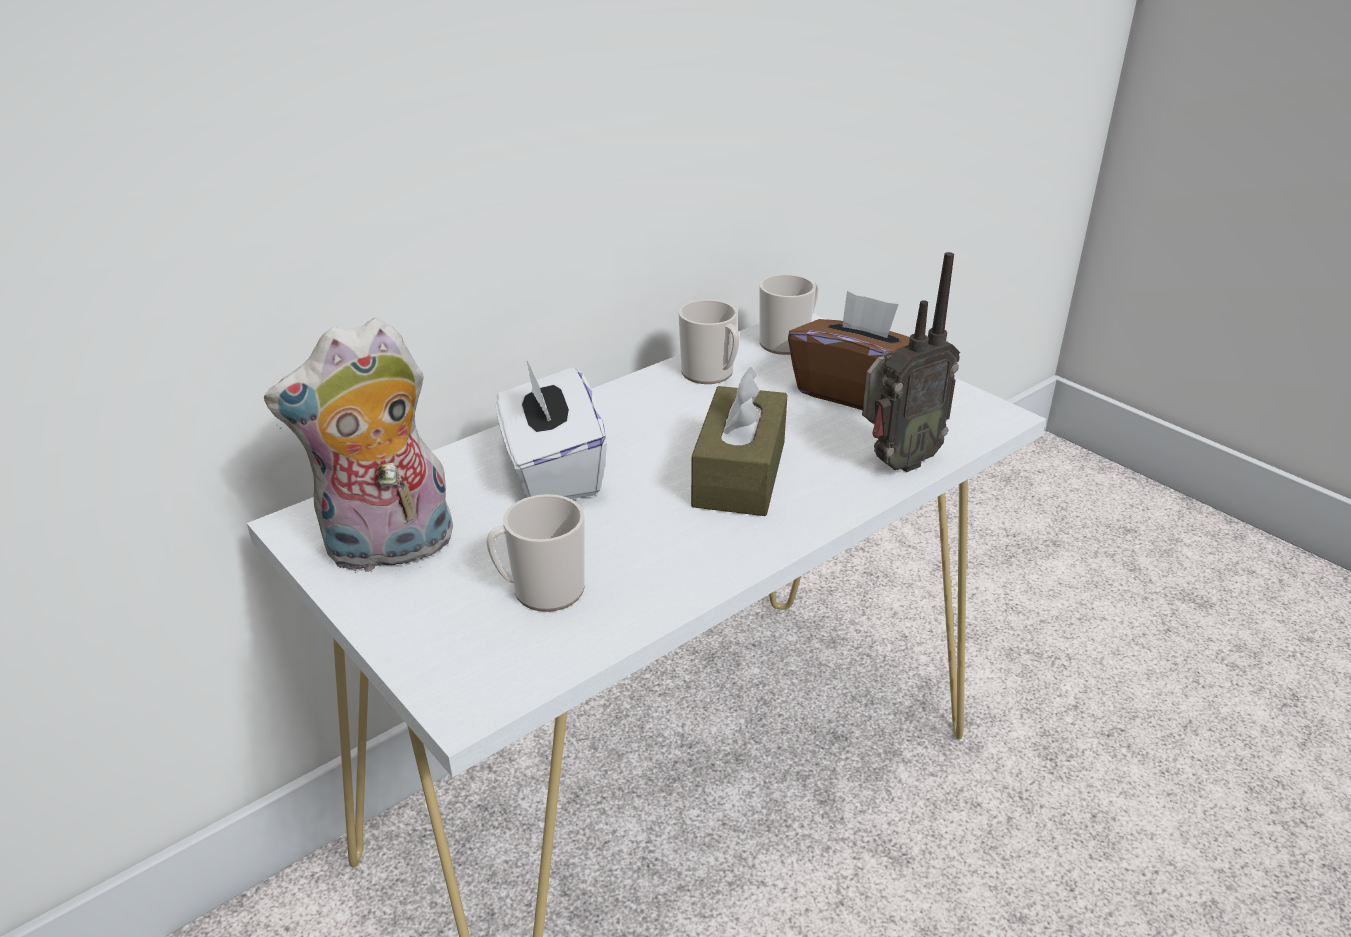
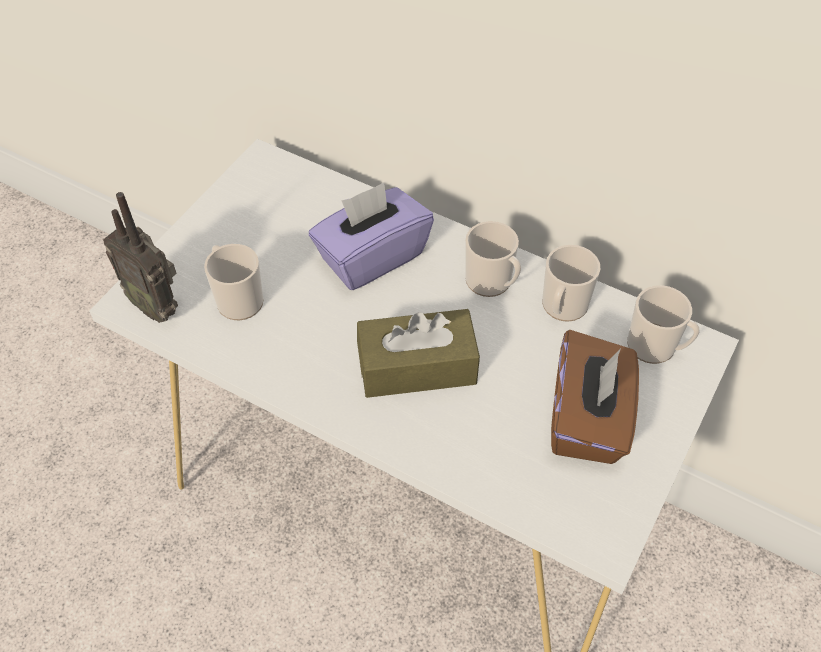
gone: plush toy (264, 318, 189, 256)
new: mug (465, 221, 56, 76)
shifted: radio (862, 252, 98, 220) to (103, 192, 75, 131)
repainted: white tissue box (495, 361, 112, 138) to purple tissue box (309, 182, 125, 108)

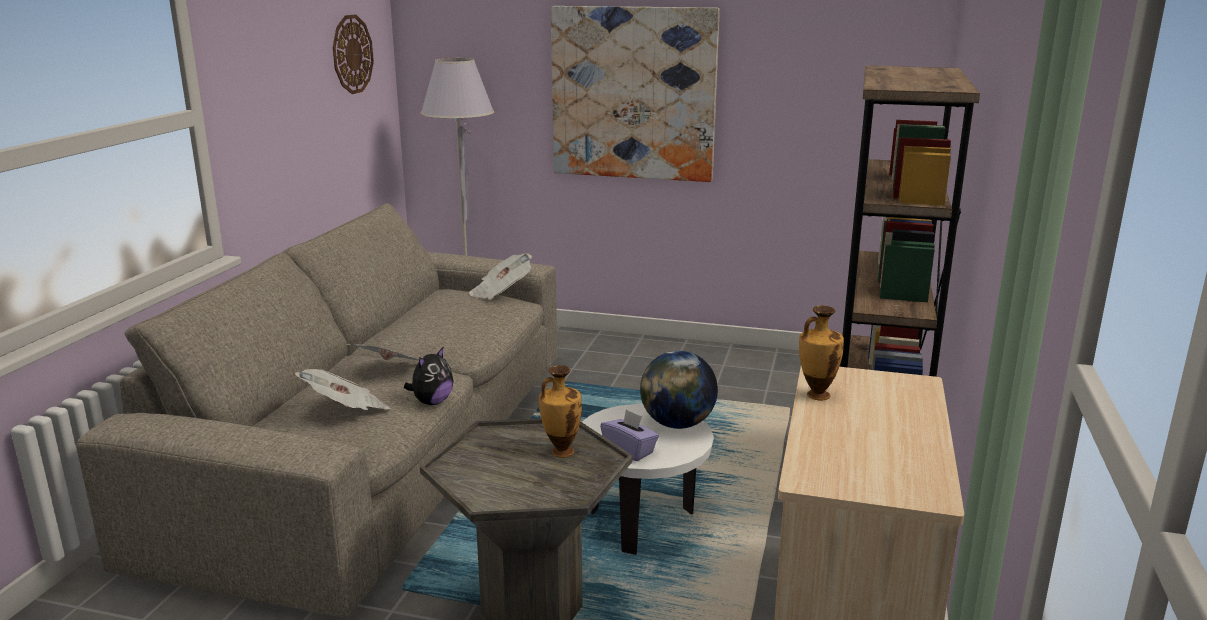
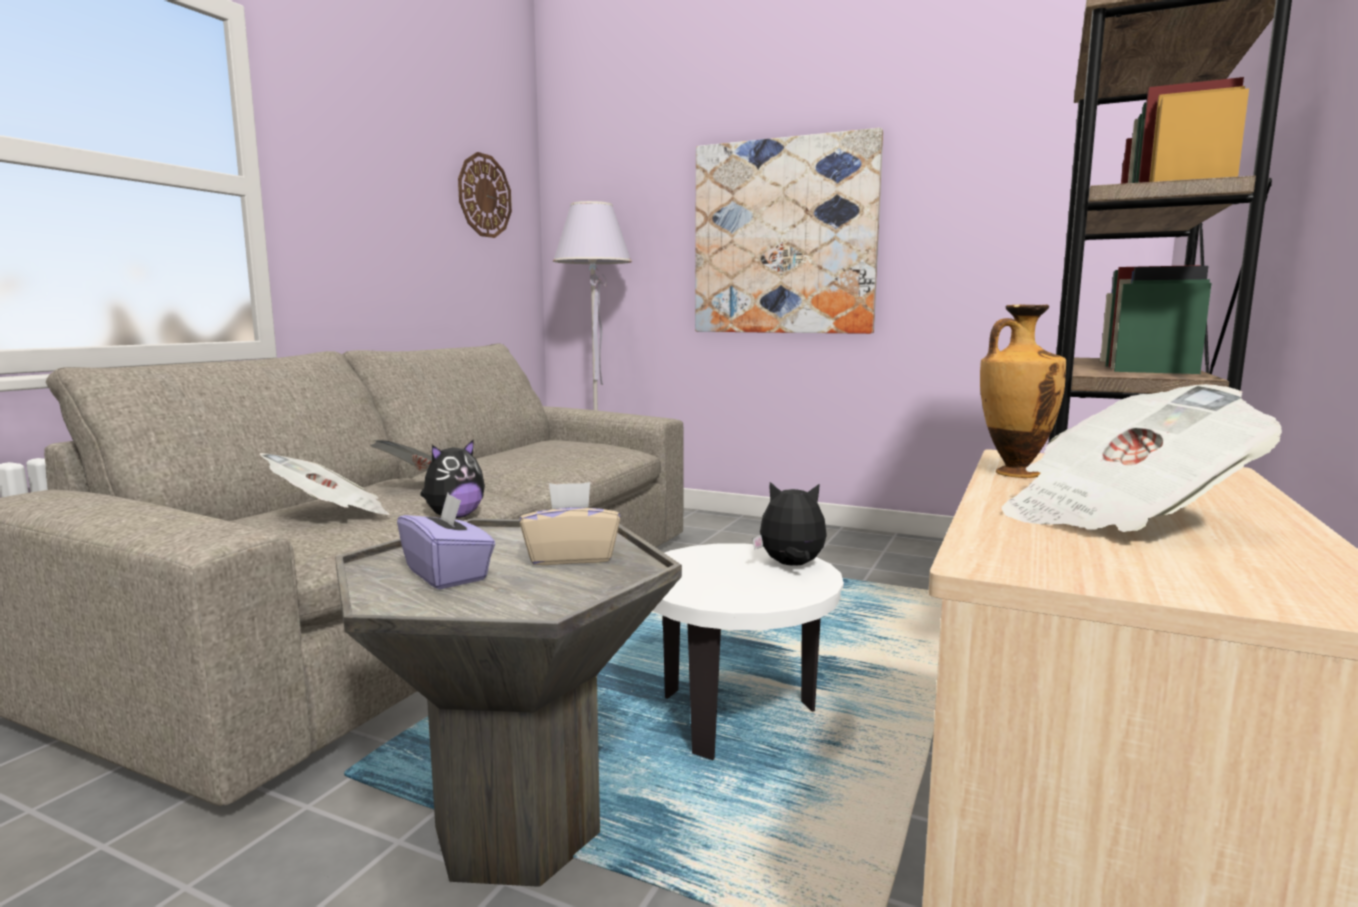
shifted: newspaper (469, 253, 63, 46) to (1001, 384, 281, 148); purple tissue box (600, 409, 59, 52) to (397, 492, 98, 97)
swapped: vase (539, 365, 43, 93) to beige tissue box (520, 482, 100, 83); globe (640, 351, 78, 78) to plush toy (752, 482, 75, 84)

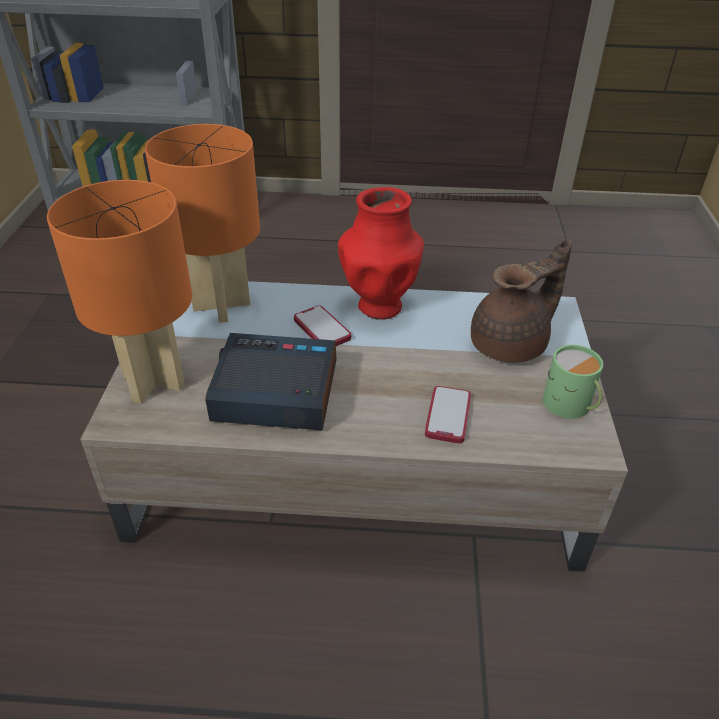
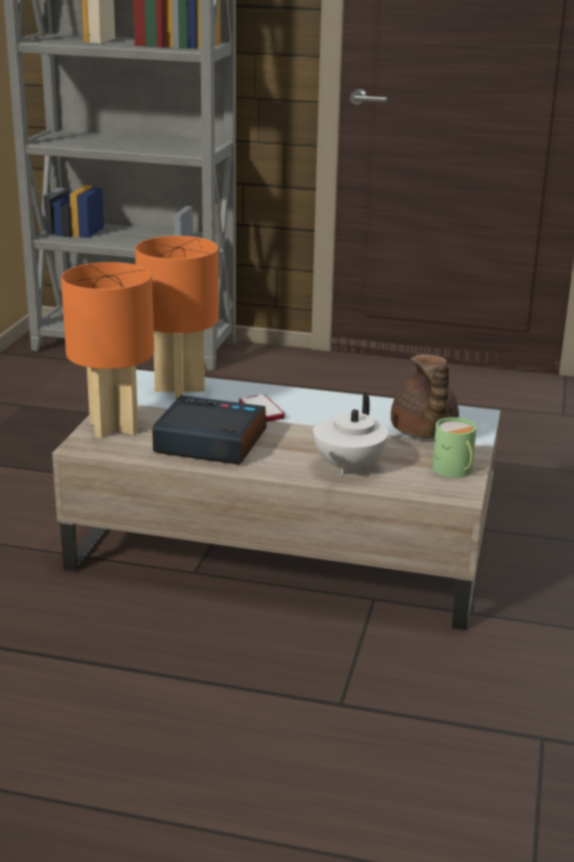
gone: red vase (338, 187, 86, 133)
swapped: phone (425, 386, 46, 57) to white teapot (313, 392, 75, 83)
rotated: brown teapot (471, 238, 101, 125) = (391, 354, 68, 84) 105 degrees clockwise

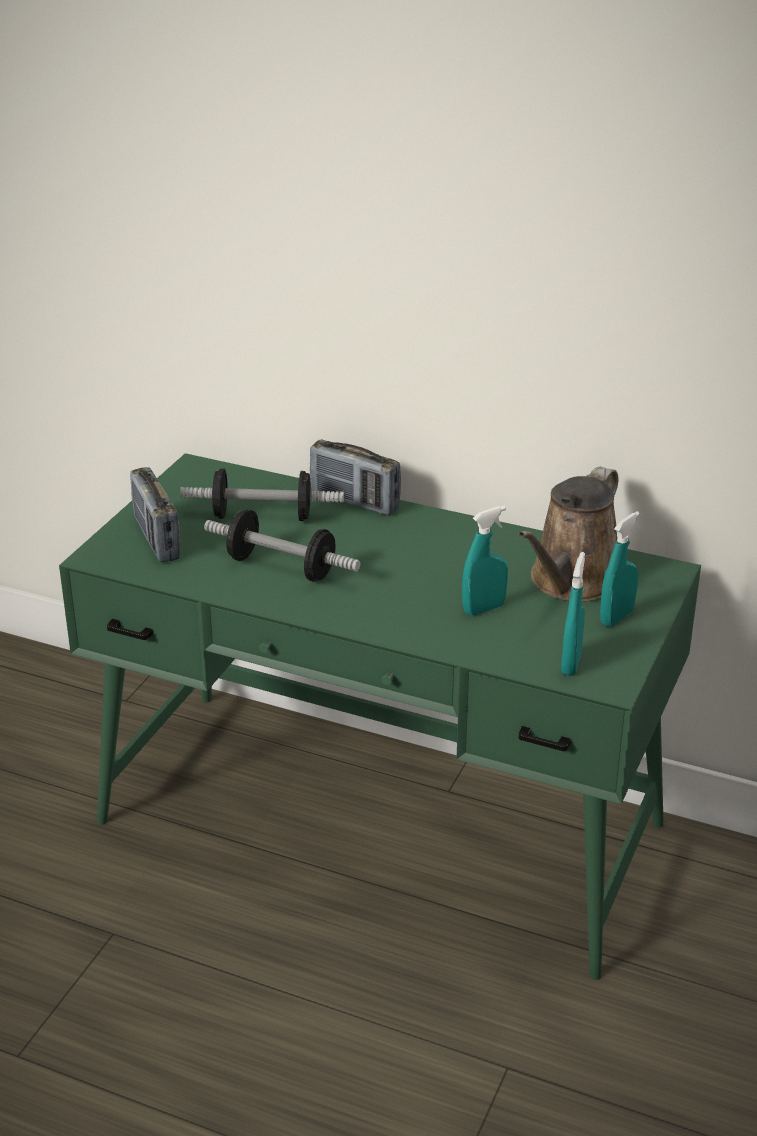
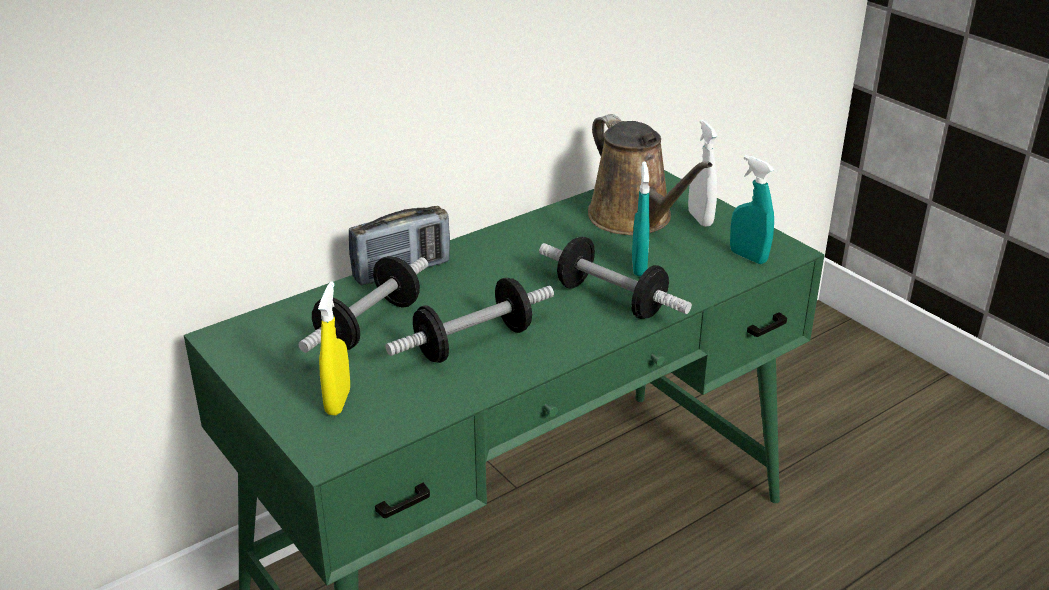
new: dumbbell (539, 237, 153, 82)
swapped: radio (130, 467, 50, 95) to yellow spray bottle (318, 282, 32, 133)
repainted: turquoise spray bottle (600, 511, 40, 116) to white spray bottle (688, 119, 29, 108)

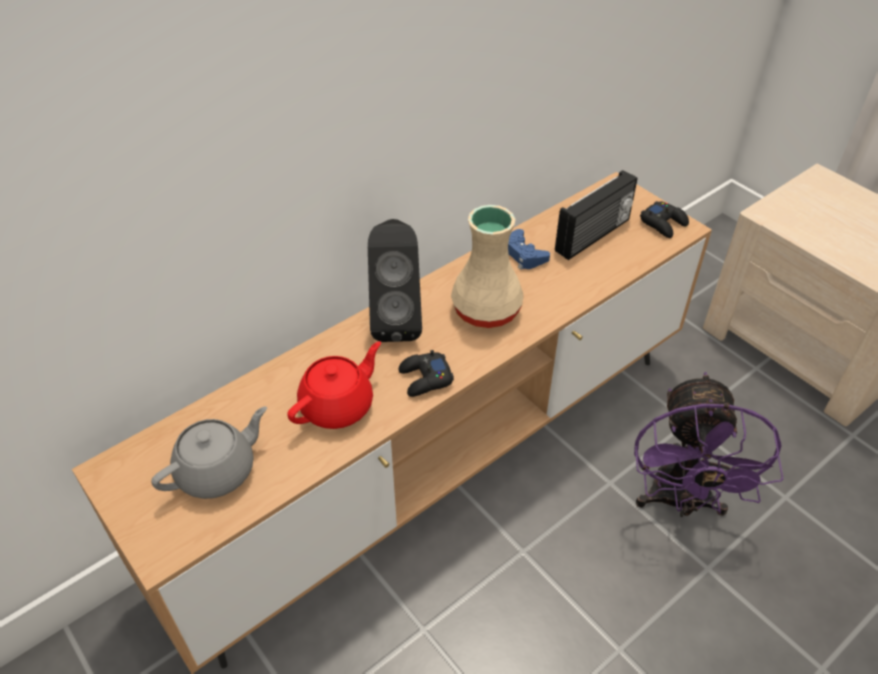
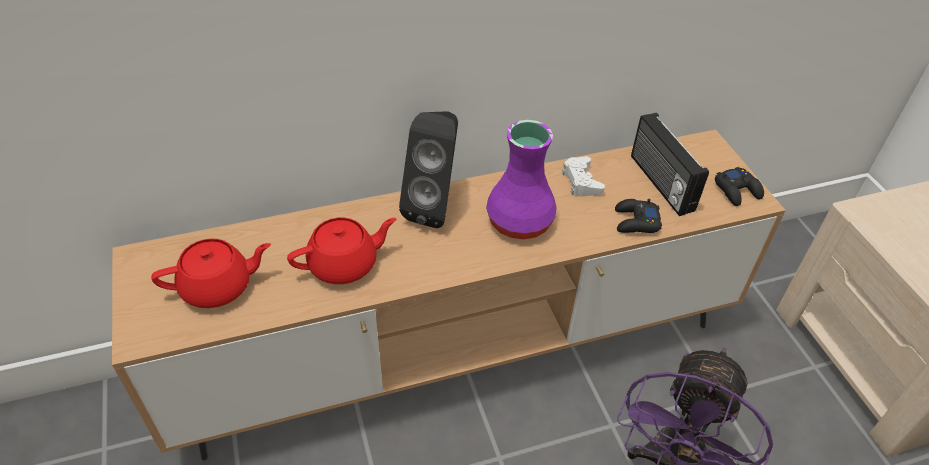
shifted: black game controller (399, 350, 55, 47) to (615, 199, 47, 34)
repainted: grey teapot (151, 406, 116, 93) to red teapot (151, 238, 120, 70); beige vase (451, 205, 73, 123) to purple vase (486, 120, 71, 119); blue game controller (508, 229, 42, 41) to white game controller (562, 156, 43, 40)
rotated: radio (555, 170, 83, 90) = (631, 113, 78, 103) 90 degrees clockwise

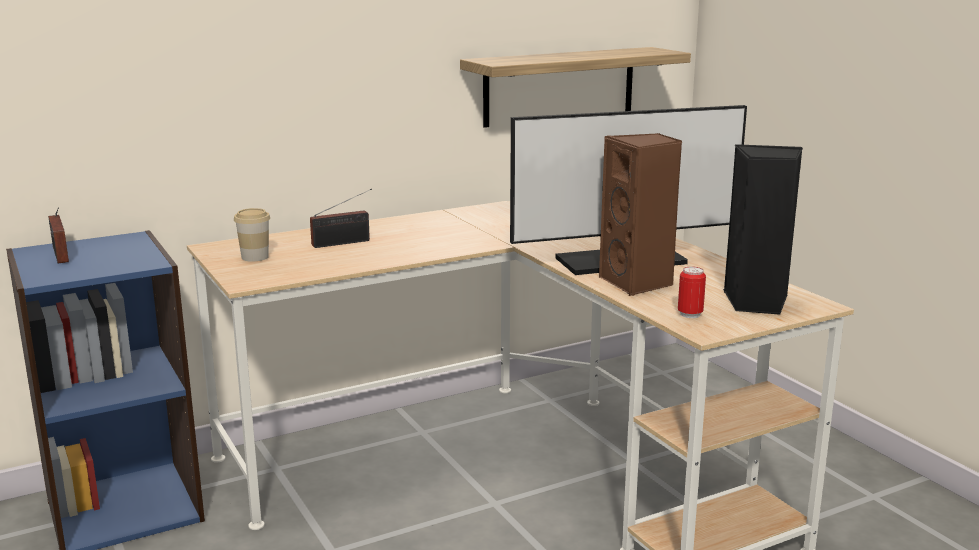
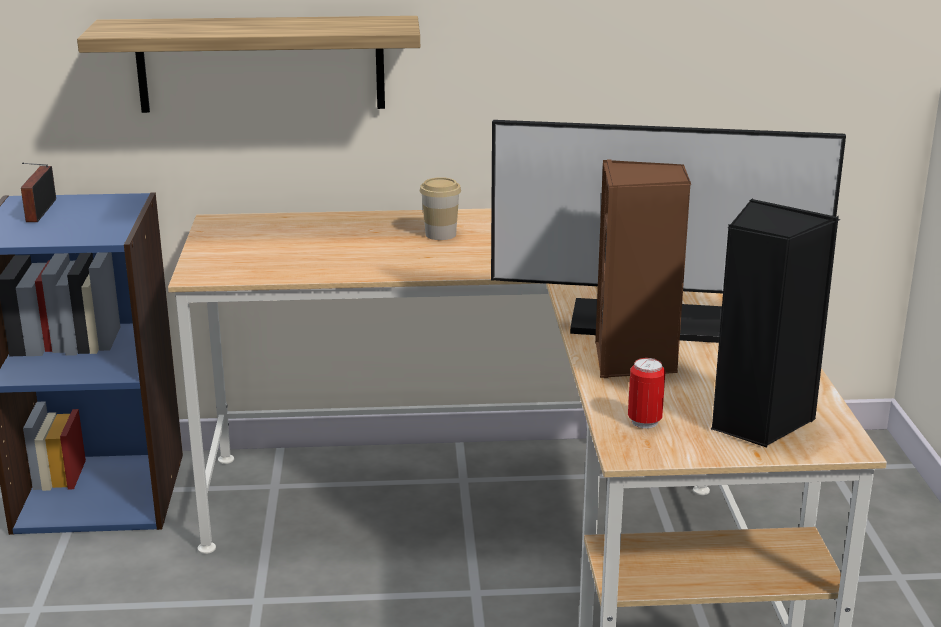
gone: radio (310, 189, 62, 59)
shifted: cup (234, 208, 36, 54) to (420, 177, 41, 63); shelf (460, 47, 231, 81) to (77, 16, 343, 97)

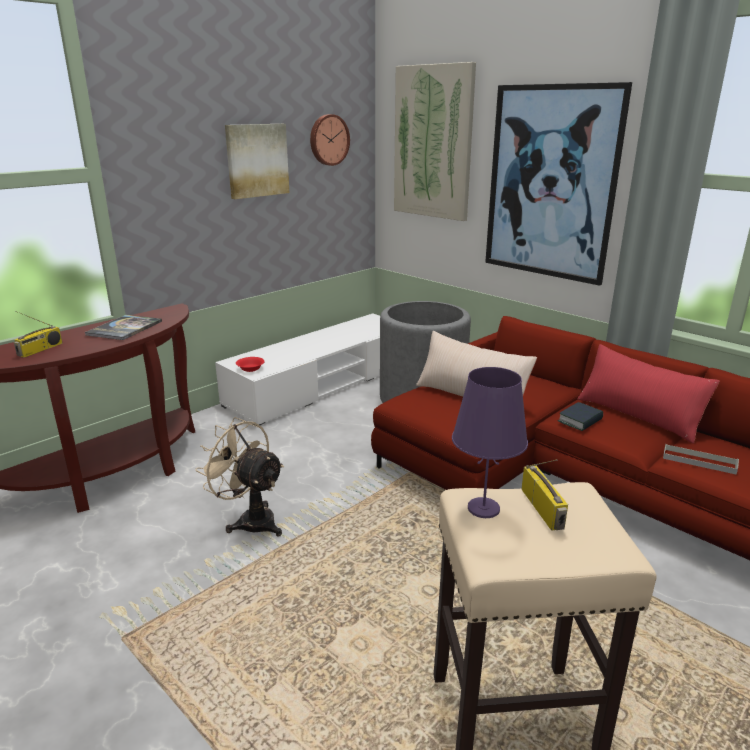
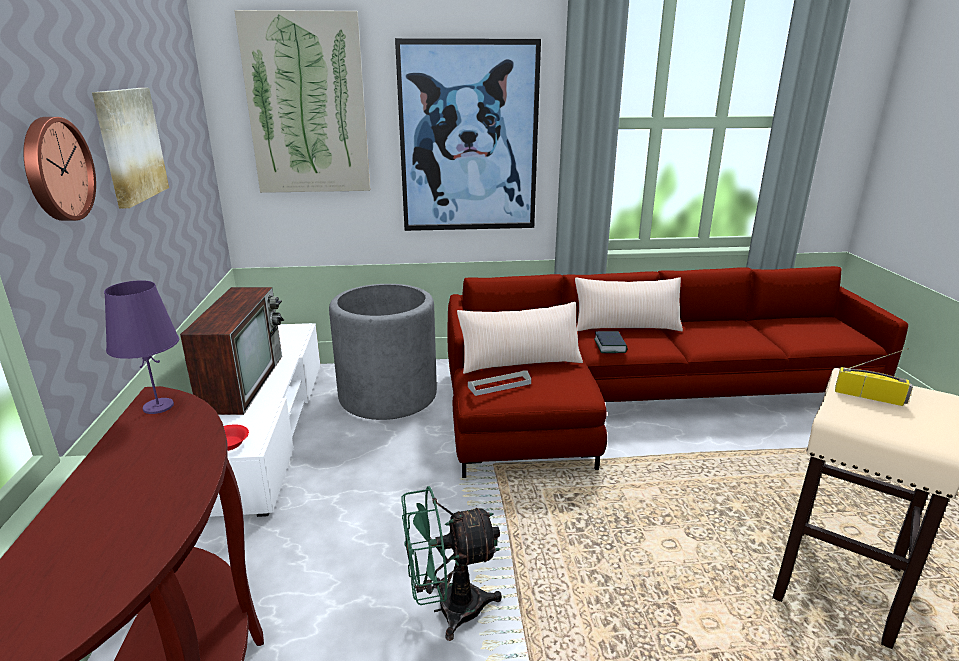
gone: radio (14, 311, 48, 47); book (85, 315, 77, 25)
new: television (180, 287, 104, 128)
shifted: wall clock (310, 114, 40, 52) to (23, 117, 73, 104); purple table lamp (452, 367, 76, 151) to (104, 280, 75, 134); grey tray (663, 444, 76, 30) to (468, 370, 63, 26)
repainted: beige fan (195, 417, 89, 120) to green fan (401, 486, 101, 155); red pillow (577, 344, 143, 100) to beige pillow (575, 277, 108, 54)

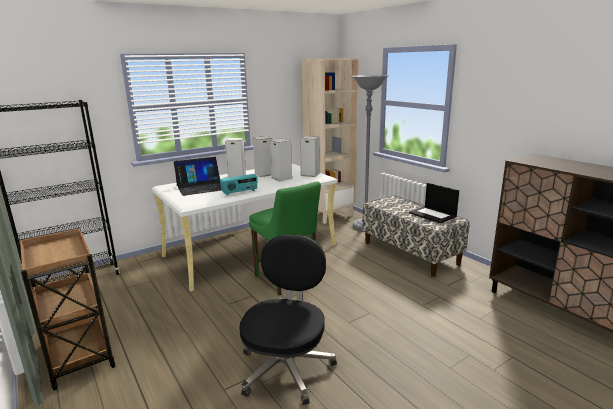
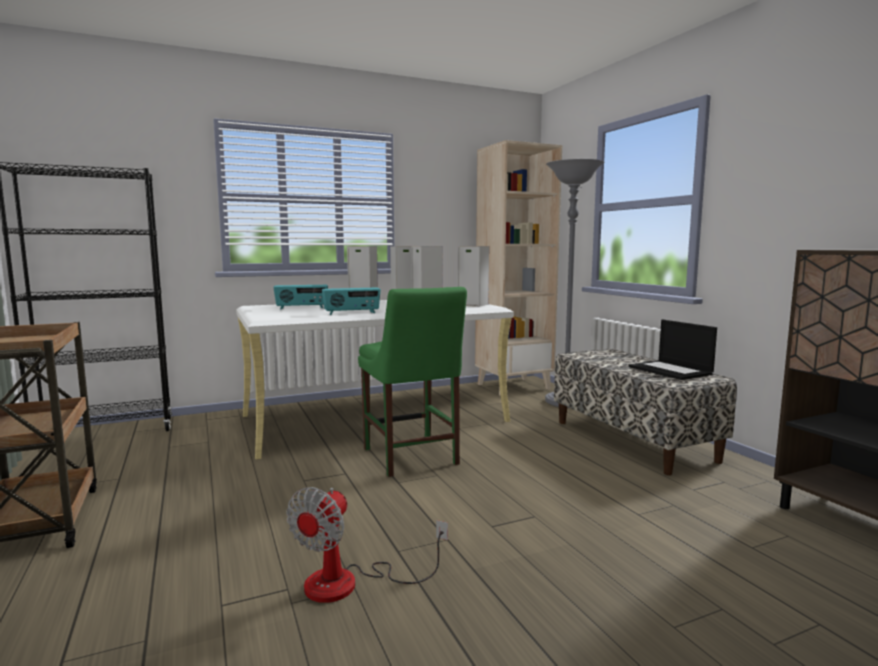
swapped: laptop (174, 157, 48, 39) to radio (273, 285, 55, 24); black office chair (239, 234, 98, 171) to fan (286, 487, 162, 116)

